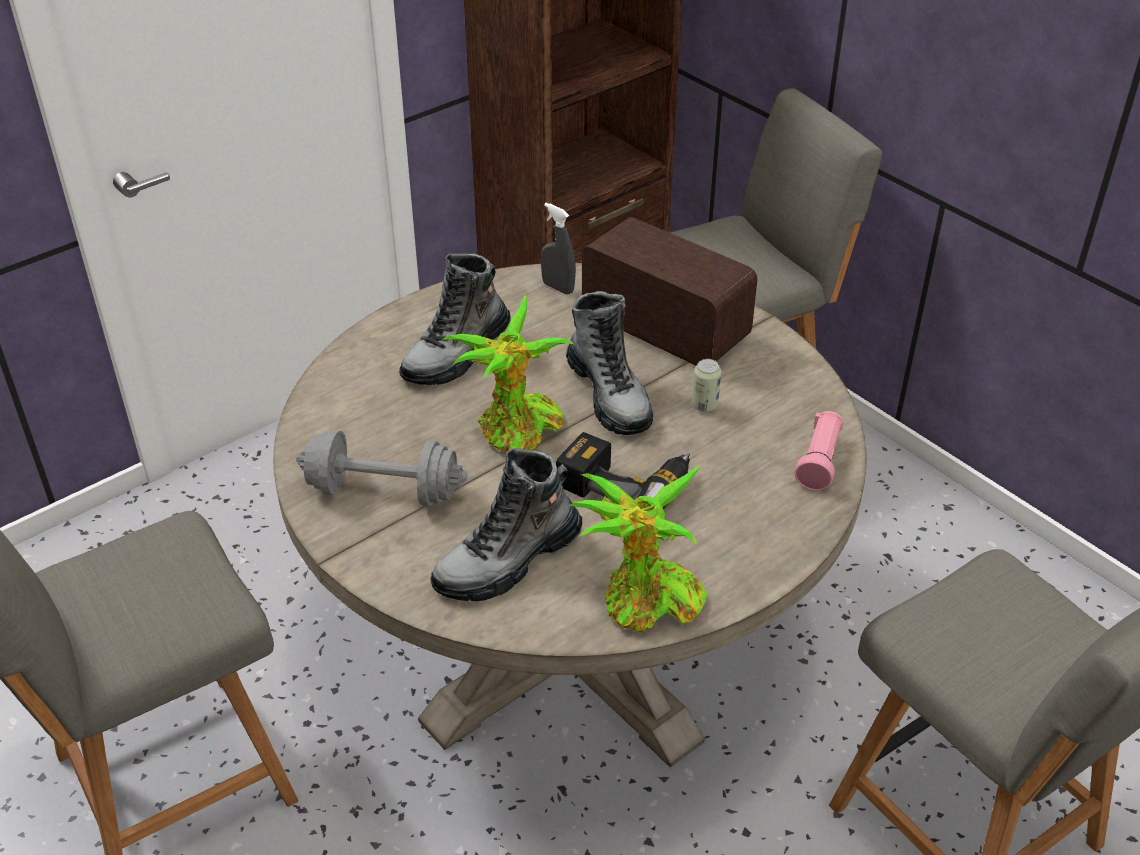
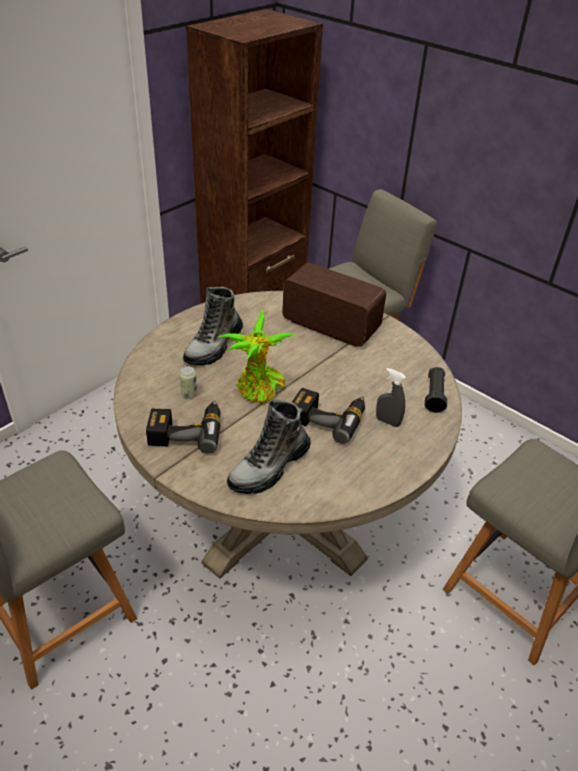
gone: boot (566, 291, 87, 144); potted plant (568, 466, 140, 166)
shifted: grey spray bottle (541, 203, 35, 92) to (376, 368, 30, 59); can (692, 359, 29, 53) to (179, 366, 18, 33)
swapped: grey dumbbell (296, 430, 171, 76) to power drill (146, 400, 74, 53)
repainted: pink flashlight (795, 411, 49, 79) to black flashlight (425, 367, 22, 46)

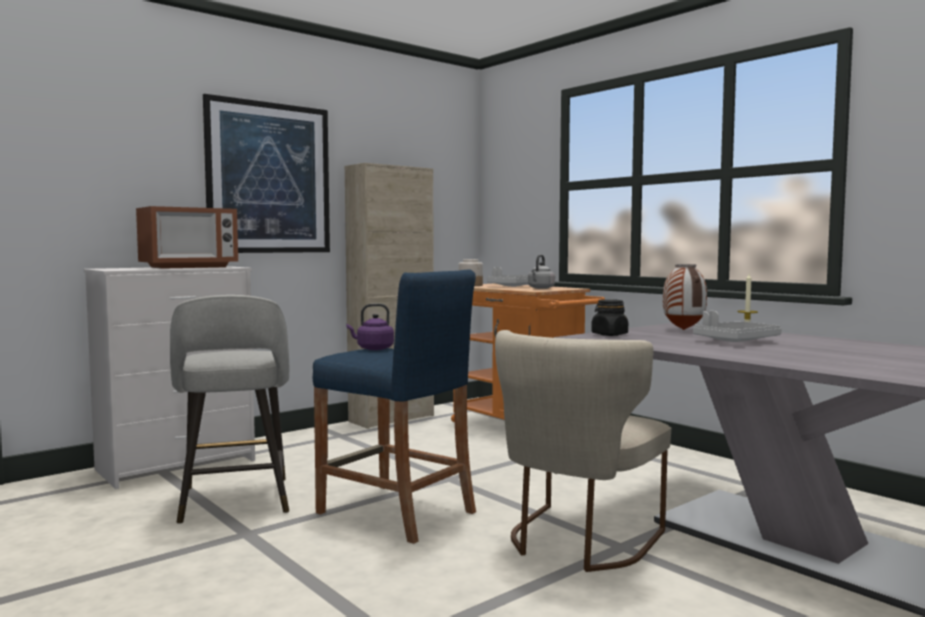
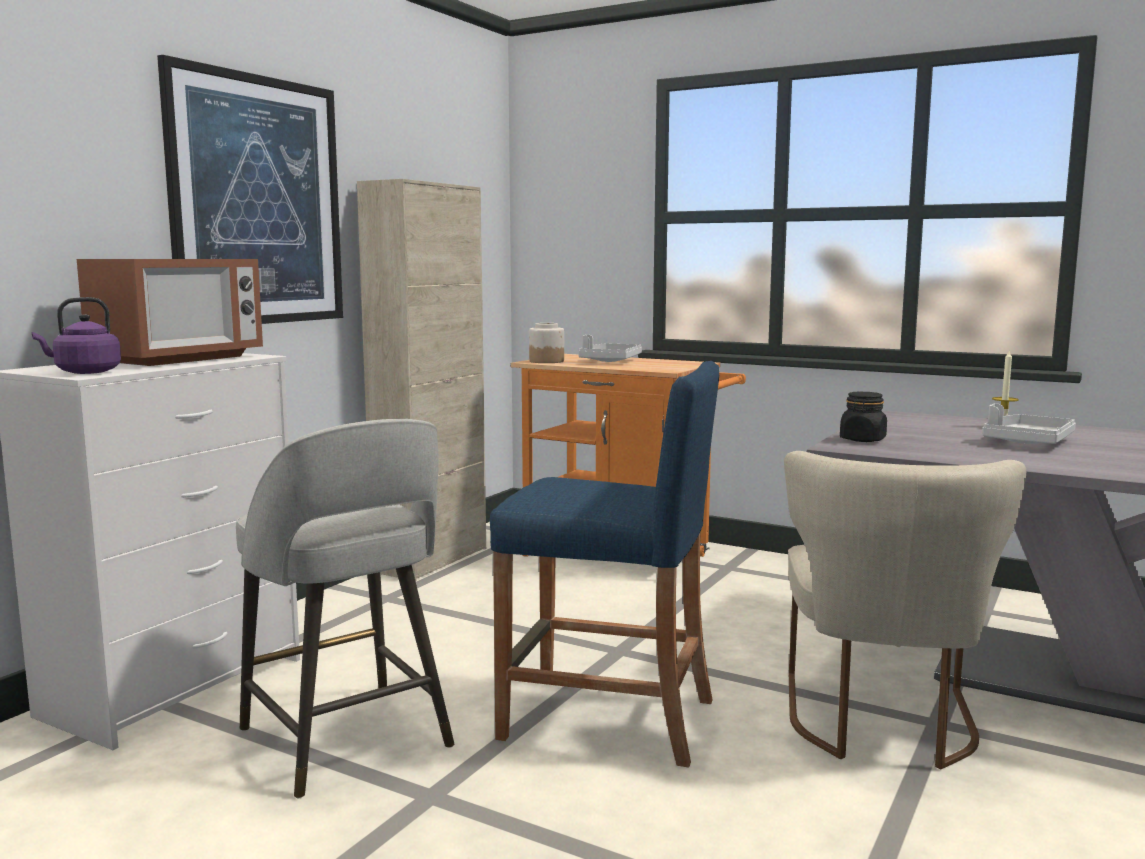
gone: grey kettle (528, 255, 27, 34); vase (663, 264, 44, 66)
shifted: purple kettle (346, 303, 48, 47) to (32, 297, 89, 77)

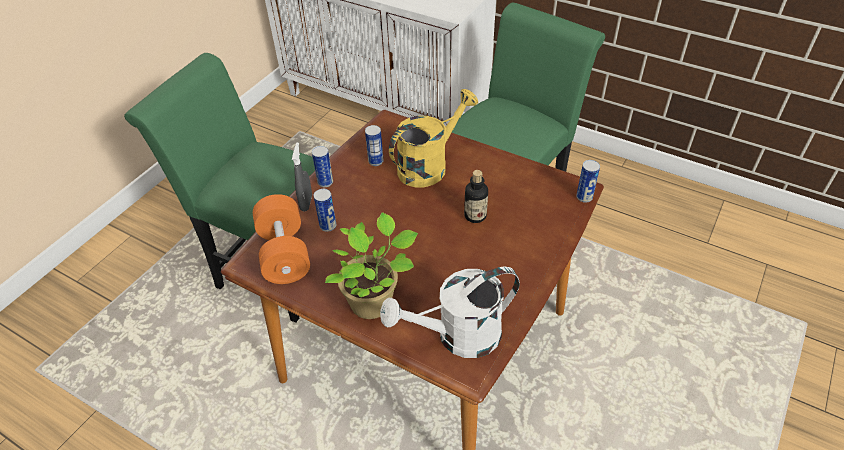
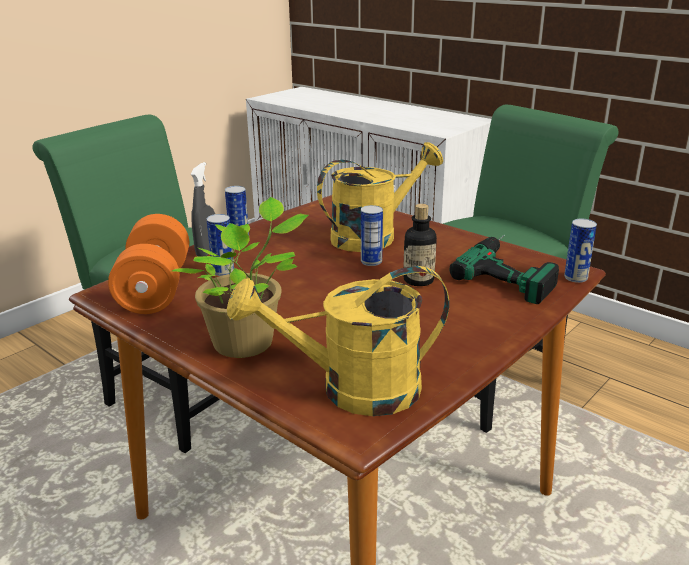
new: power drill (450, 235, 109, 69)
shifted: can (365, 125, 19, 41) to (361, 205, 22, 61)
repainted: white watering can (380, 267, 140, 91) to yellow watering can (227, 266, 222, 150)

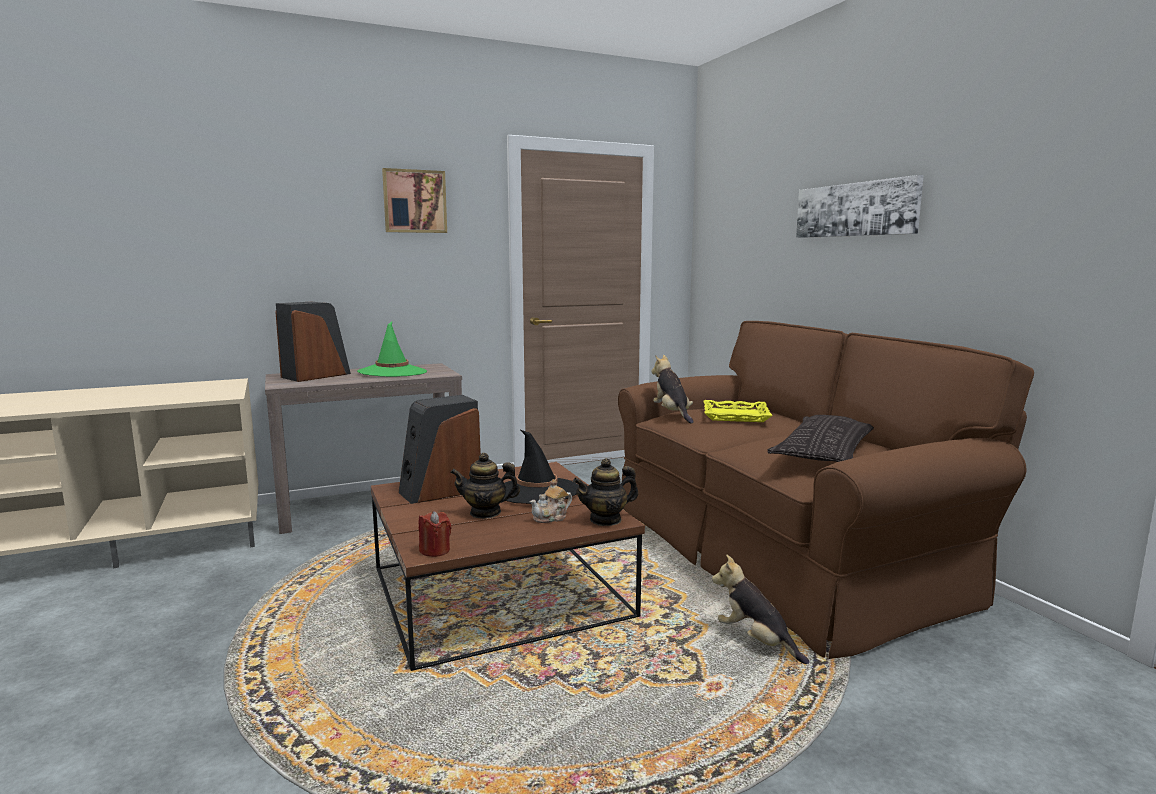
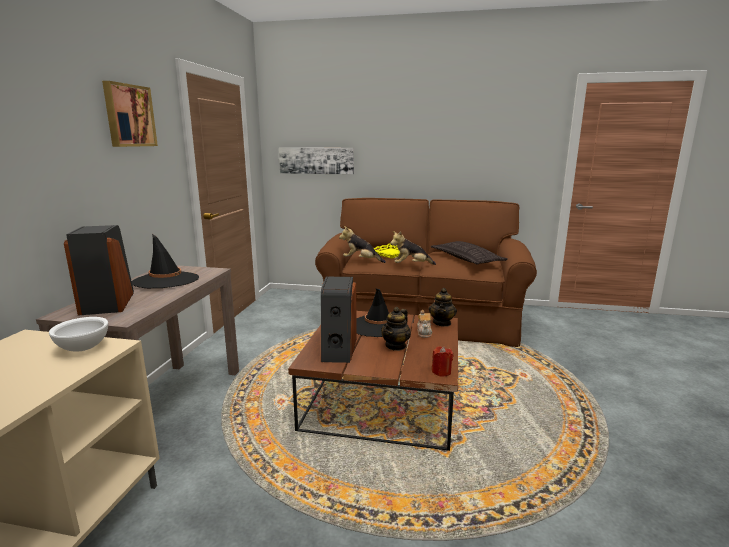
new: white bowl (49, 317, 59, 35)
shifted: plush toy (712, 555, 98, 109) to (390, 231, 46, 34); picture (796, 175, 128, 63) to (279, 147, 75, 28)
repainted: green hat (357, 321, 70, 56) to black hat (132, 234, 67, 54)

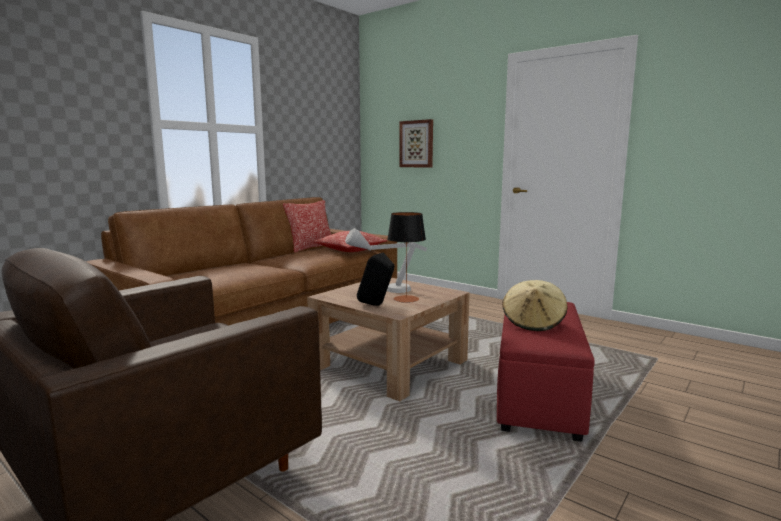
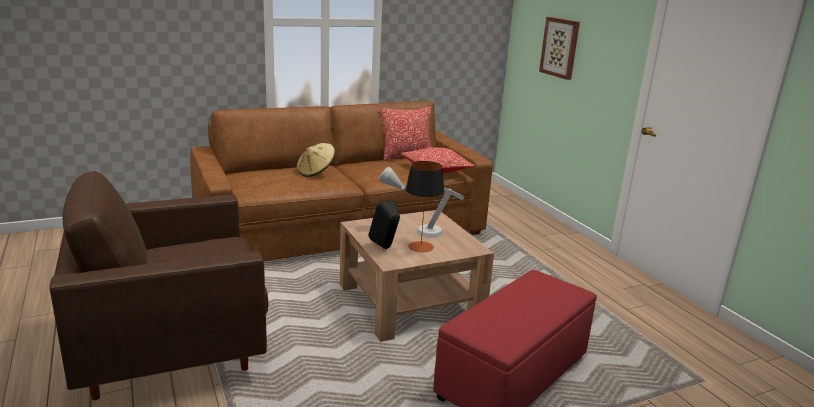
shifted: beige hat (502, 280, 65, 51) to (297, 143, 38, 34)

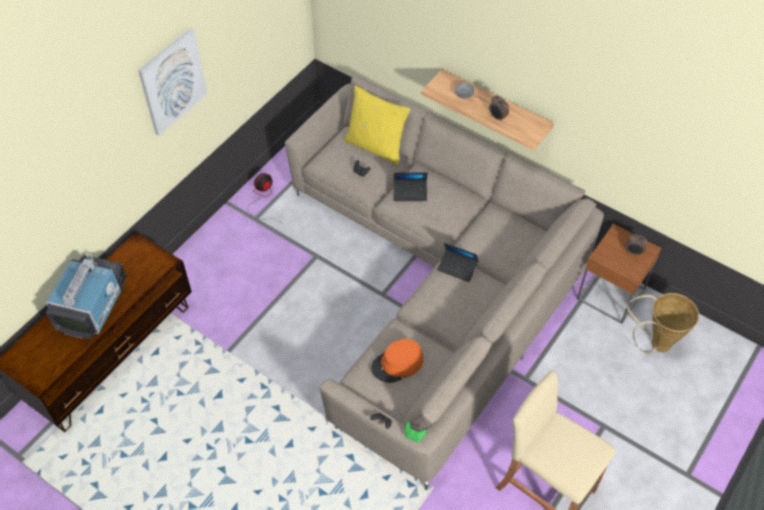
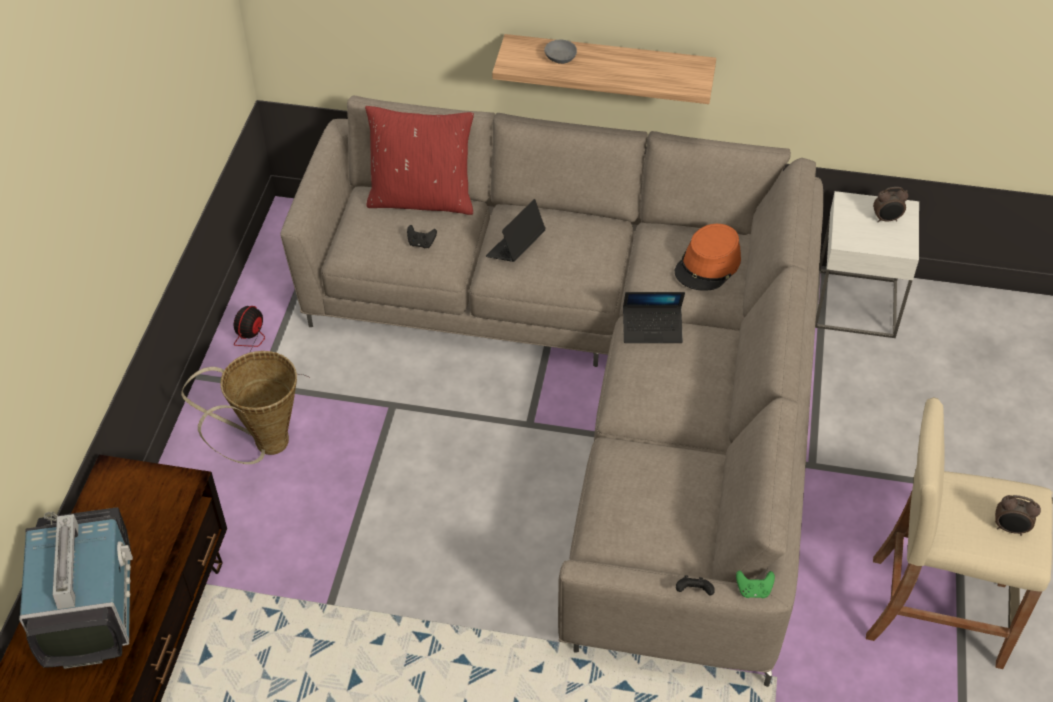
gone: picture (138, 28, 69, 108)
shifted: orange hat (371, 339, 53, 44) to (675, 224, 66, 67); alarm clock (489, 96, 20, 26) to (995, 495, 46, 41); basket (627, 293, 72, 61) to (181, 351, 116, 113)
repainted: yellow pillow (344, 85, 66, 80) to red pillow (365, 106, 109, 109); brown side table (577, 224, 84, 100) to white side table (815, 191, 104, 147)
rotated: laptop (394, 173, 34, 28) = (486, 199, 60, 63) 150 degrees clockwise

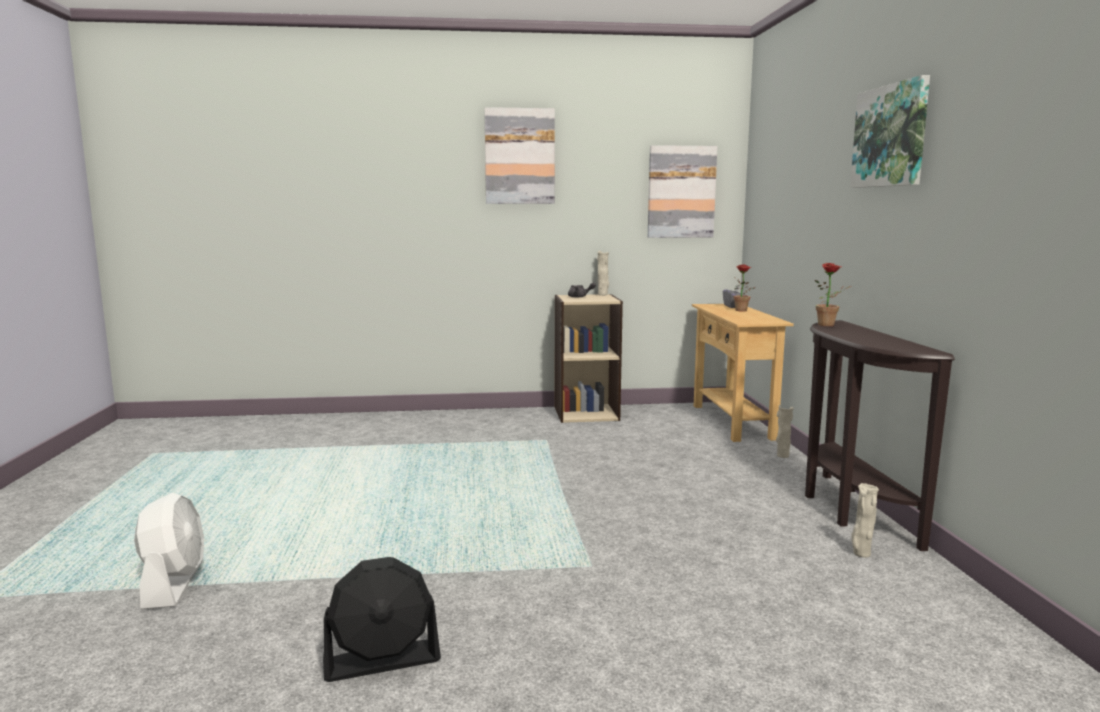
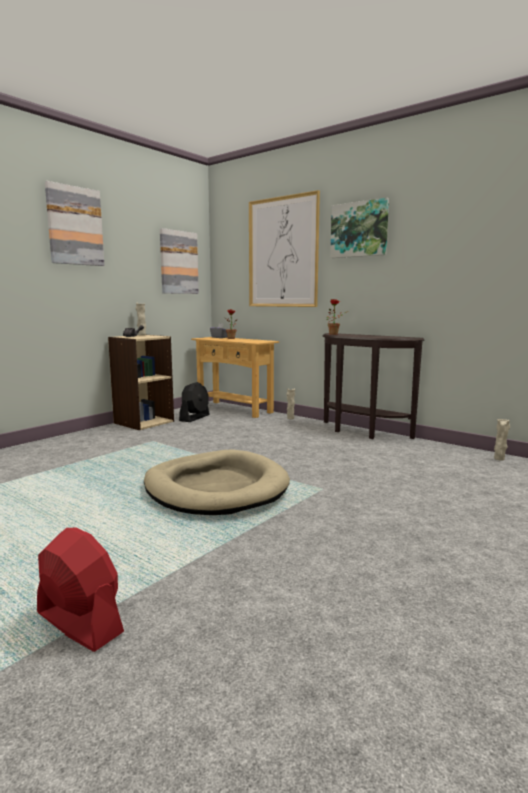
new: beige dog bed (144, 449, 146, 66); picture (249, 190, 71, 117)
shifted: black fan (323, 557, 118, 125) to (179, 382, 31, 40); beige vase (851, 483, 28, 74) to (494, 419, 16, 41)
repainted: white fan (134, 493, 70, 116) to red fan (37, 528, 87, 124)

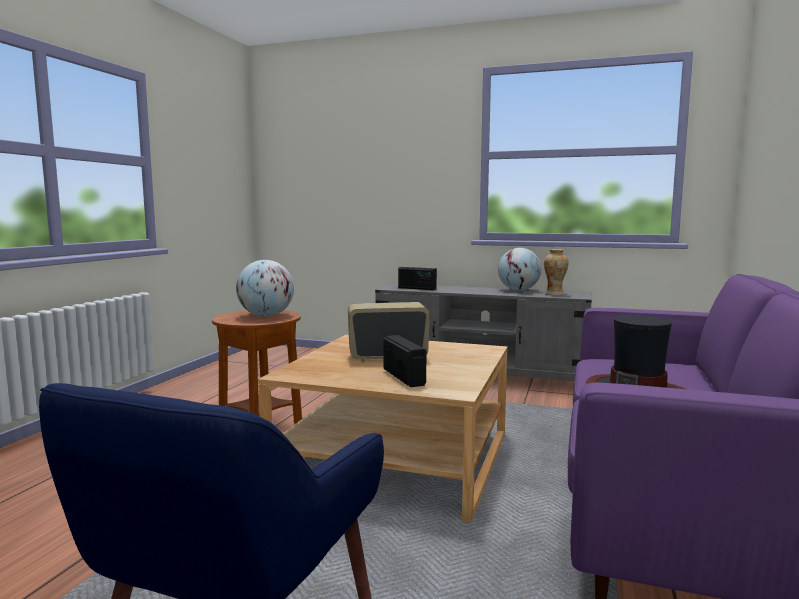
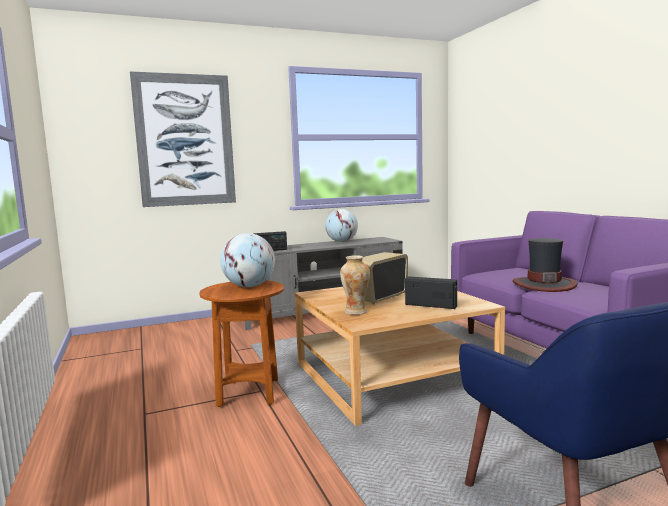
new: picture (130, 71, 106, 136)
shifted: vase (544, 249, 25, 46) to (340, 255, 30, 60)

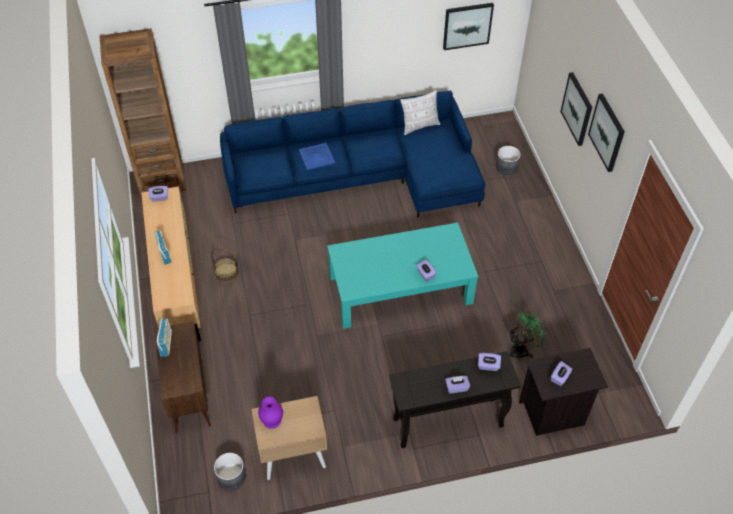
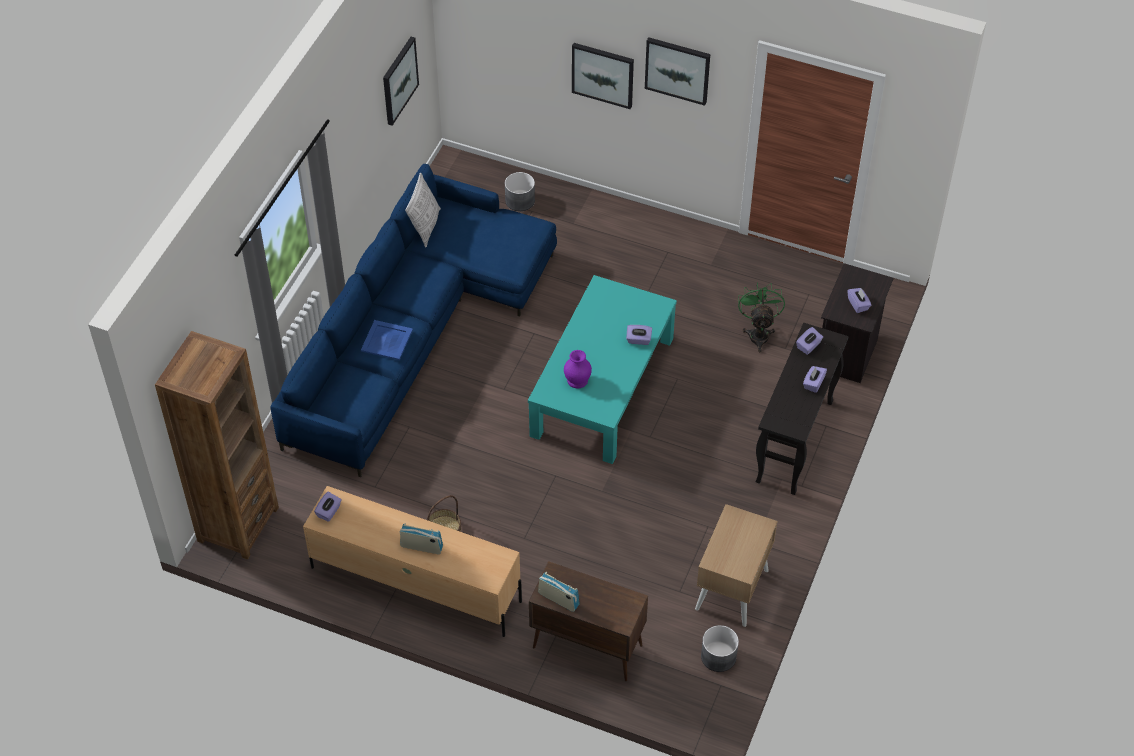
shifted: purple vase (258, 396, 25, 33) to (564, 350, 28, 38)

